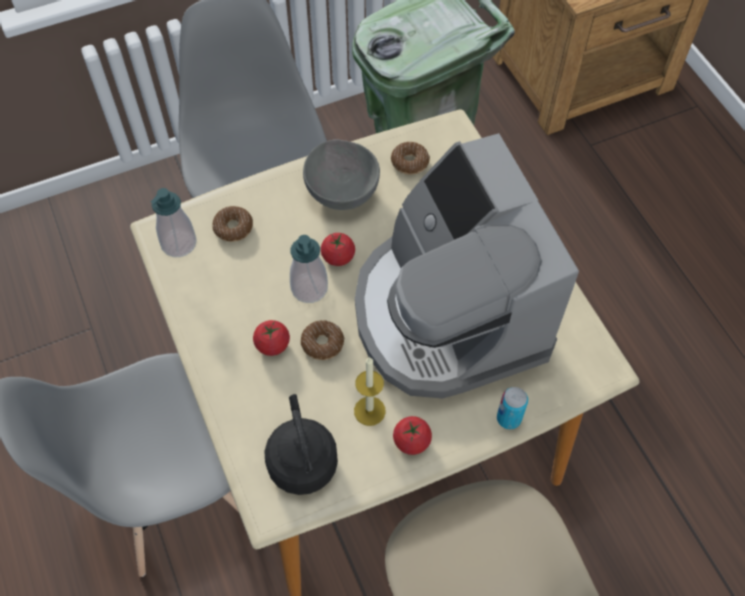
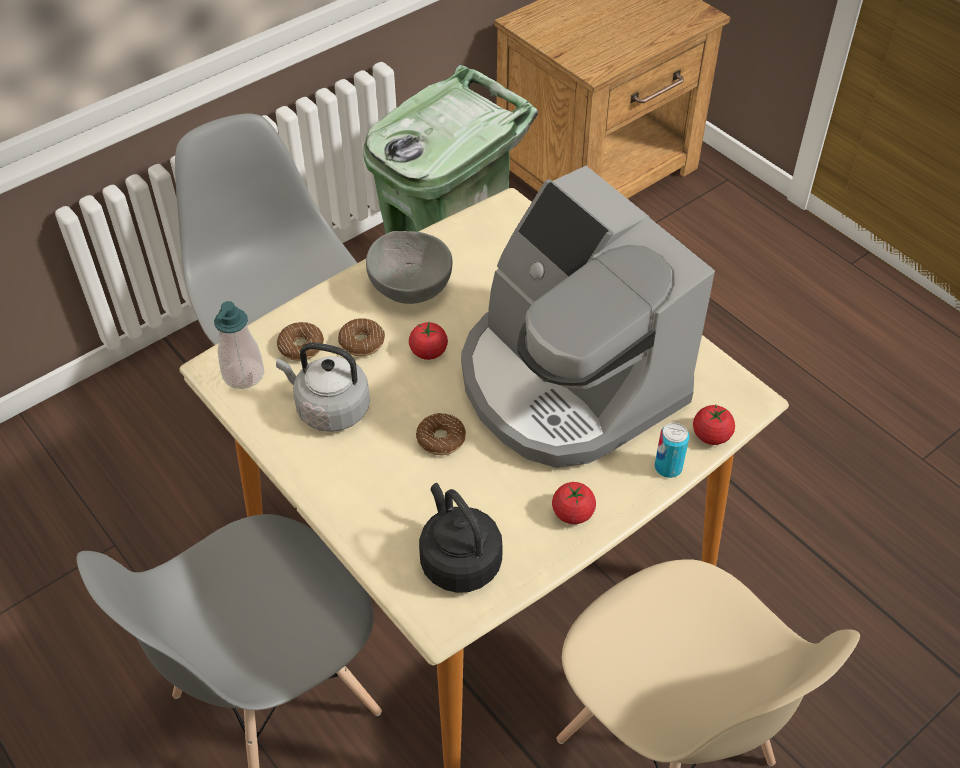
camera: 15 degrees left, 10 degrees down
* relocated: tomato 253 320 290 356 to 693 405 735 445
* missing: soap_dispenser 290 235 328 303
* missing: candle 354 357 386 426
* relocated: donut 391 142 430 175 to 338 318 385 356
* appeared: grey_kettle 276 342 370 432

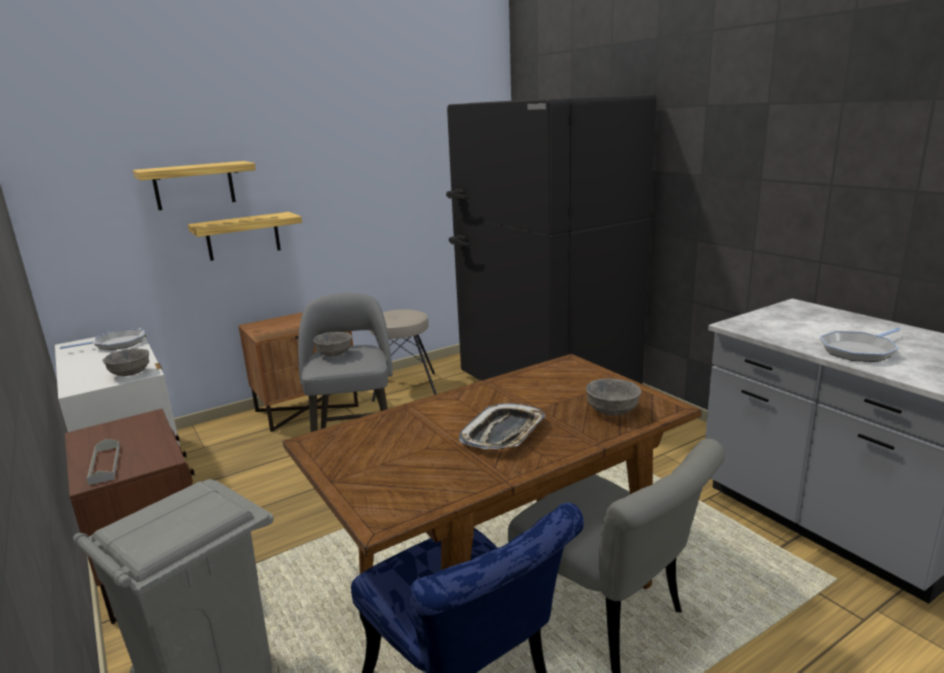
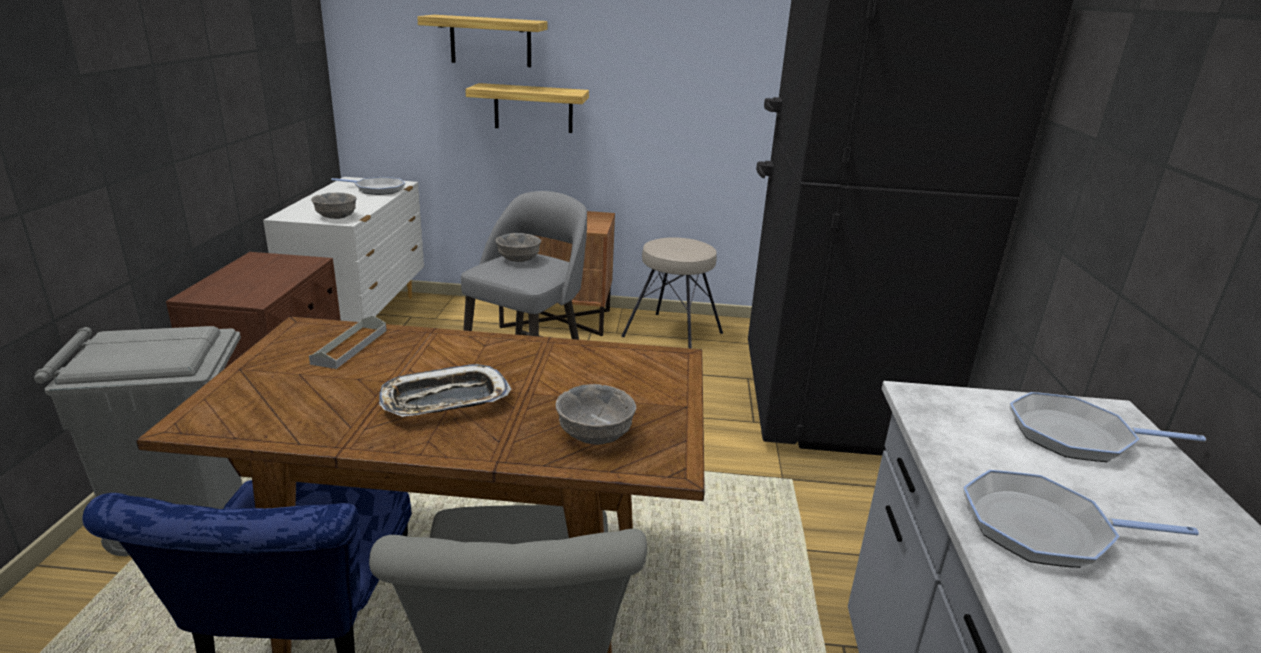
camera: 35 degrees right, 5 degrees up
* relocated: grey_tray 87 439 120 485 to 309 315 387 369
* appeared: frying_pan 1010 392 1206 462

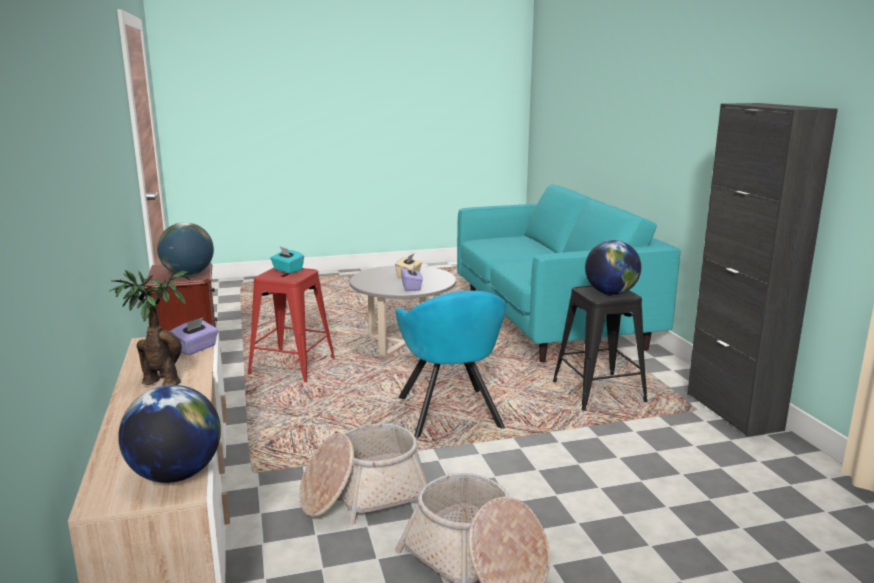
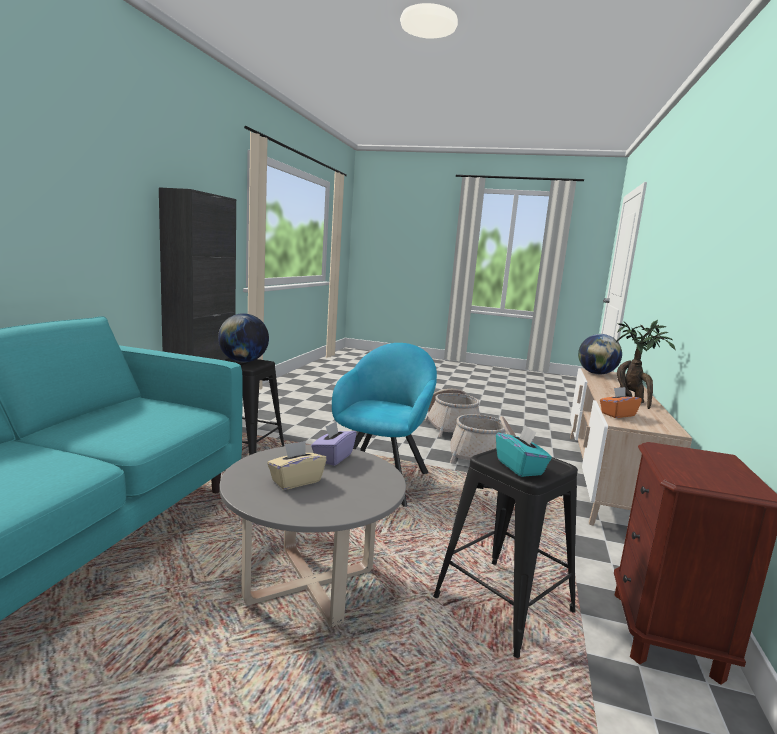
camera: 150 degrees left, 5 degrees down
* missing: globe 157 222 214 276
* colour: purple_tissue_box 170 317 218 355 to orange_tissue_box 600 387 642 418
* colour: red_stool 248 268 335 382 to black_stool 433 448 578 658

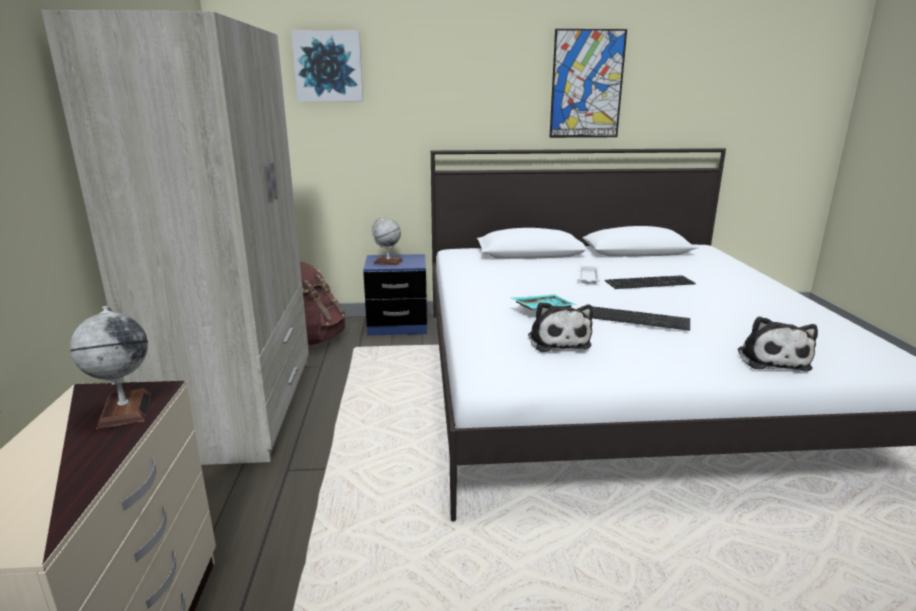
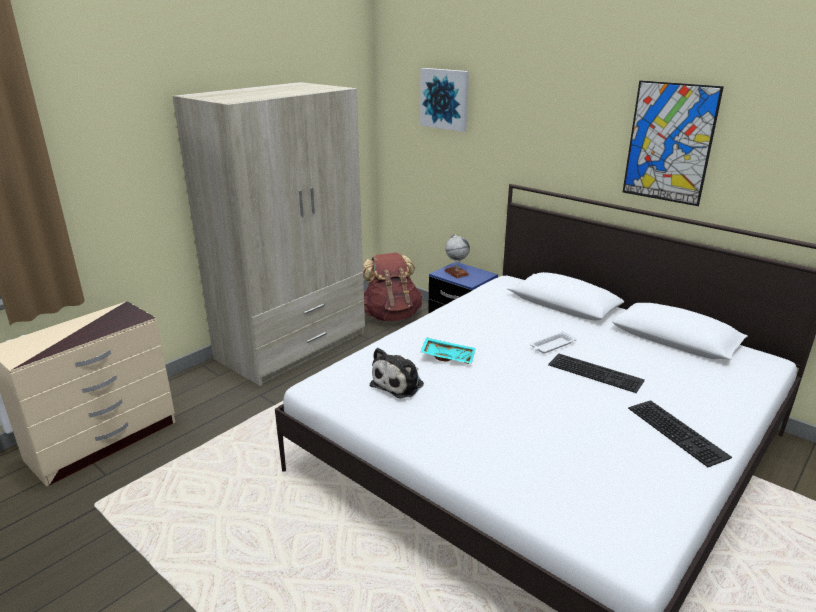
camera: 45 degrees right, 5 degrees up
* missing: globe 70 306 151 430
* relocated: keyboard 592 306 690 331 to 628 400 732 467
* missing: plush_toy 737 316 818 371

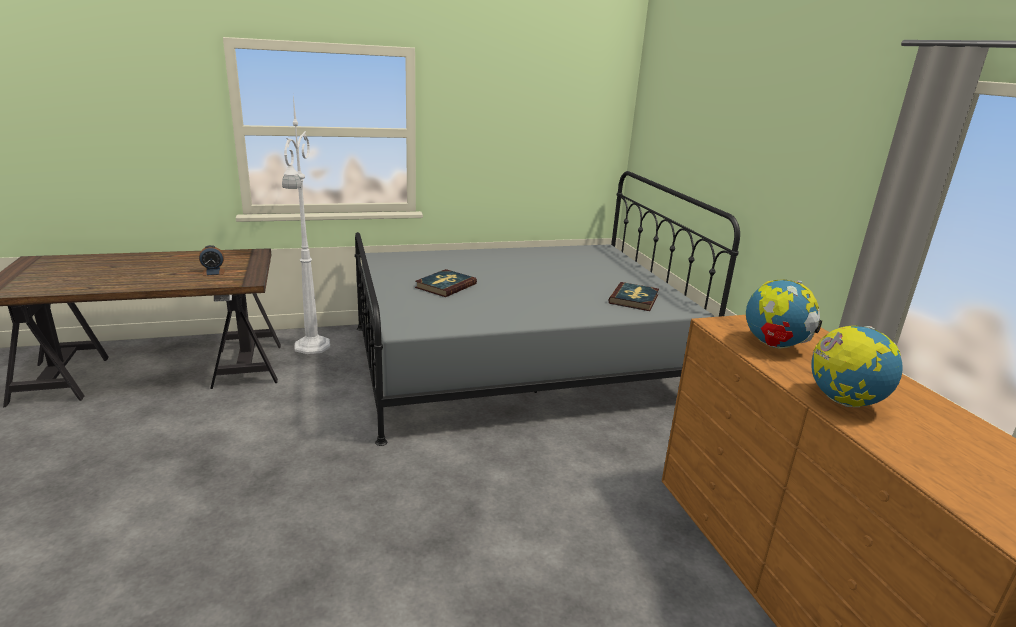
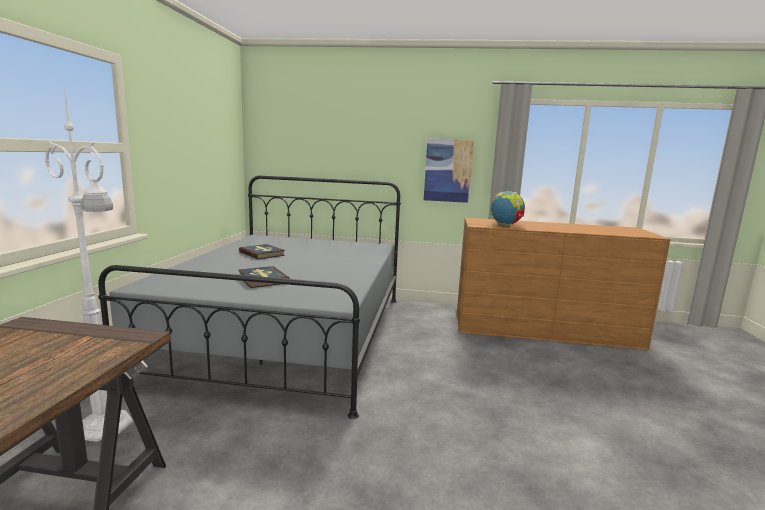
camera: 65 degrees left, 10 degrees down
* missing: alarm_clock 199 245 225 276
* relocated: book 609 282 659 311 to 239 244 285 259
* missing: globe 811 326 903 407
* appeared: picture 424 139 474 203

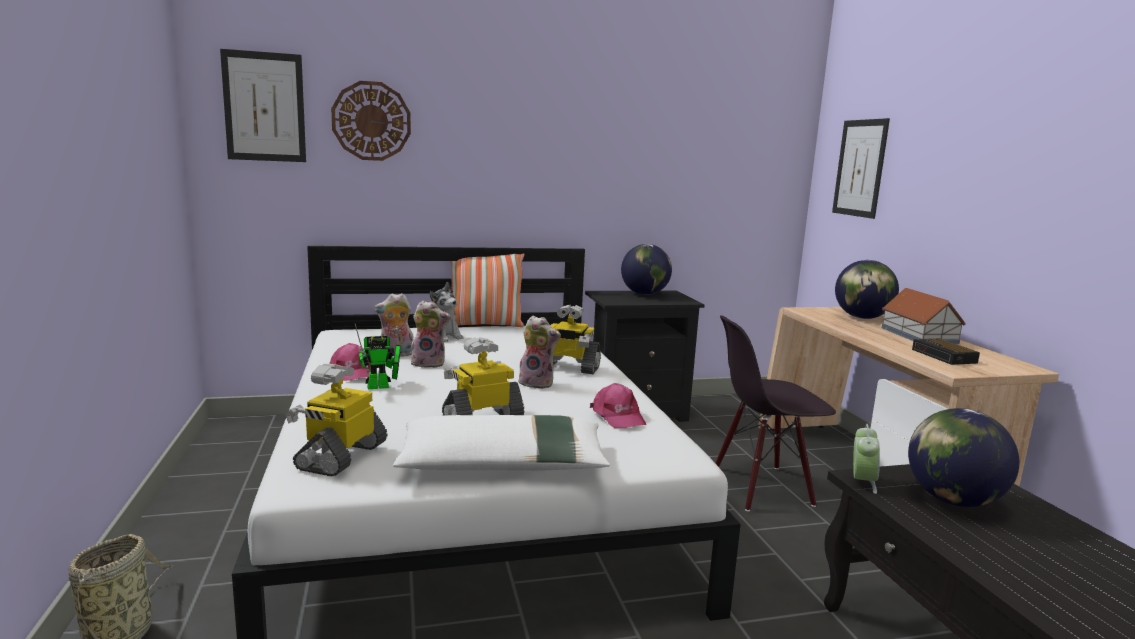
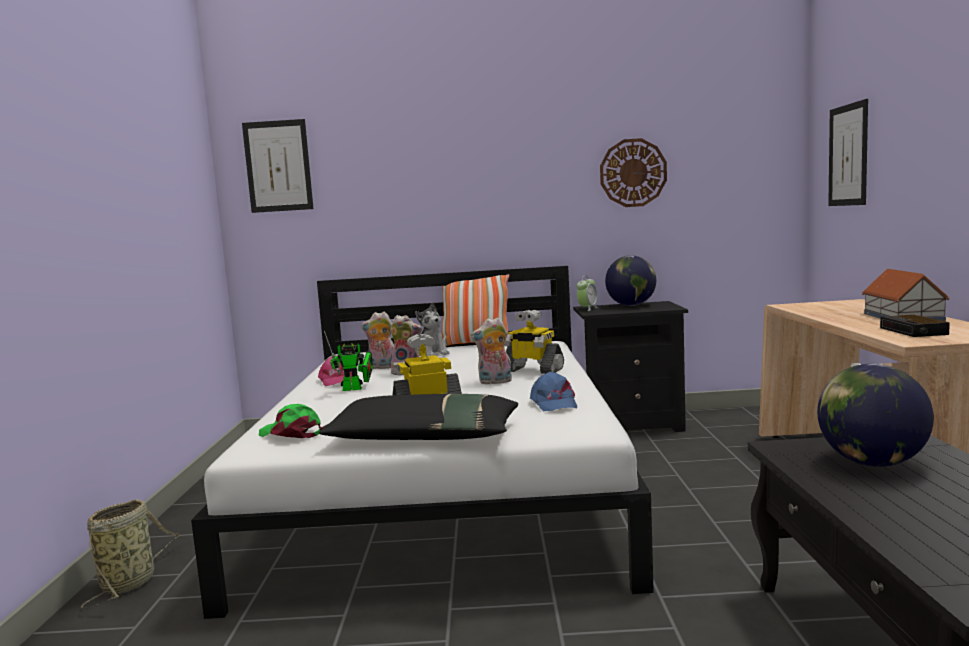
camera: 15 degrees right, 5 degrees down
* exchanged: toy_robot 286 364 388 476 to green_cap 259 404 326 438
* relocated: wall_clock 331 81 411 161 to 600 138 667 207
* colour: white_pillow 393 415 610 471 to black_pillow 319 394 518 440
* spun: plush_toy 518 315 561 389 = 471 317 512 385 135 degrees clockwise
* colour: pink_cap 590 383 646 428 to blue_cap 530 372 577 411
* missing: black_chair 715 315 836 511
* missing: globe 835 260 899 319
* relocated: alarm_clock 853 424 880 494 to 577 275 598 311

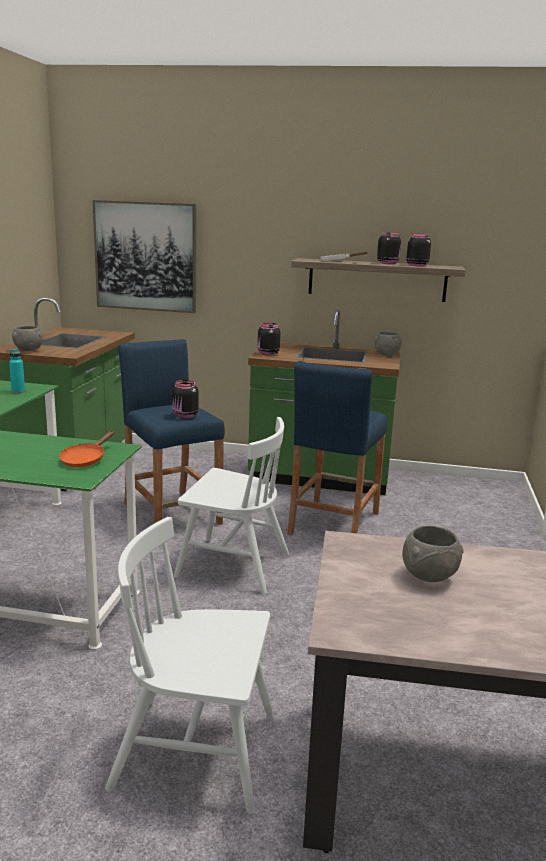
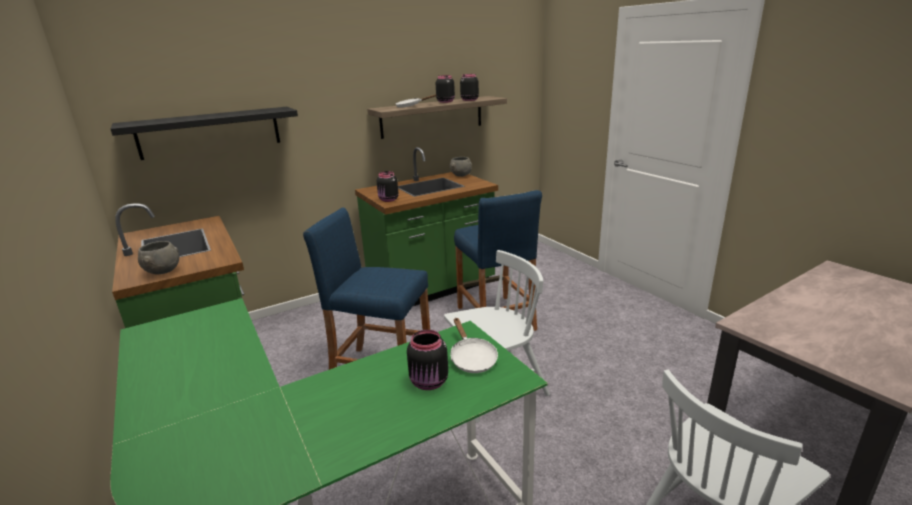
camera: 40 degrees left, 5 degrees up
* missing: turquoise_bottle 9 349 25 393
* colour: orange_frying_pan 59 430 115 468 to white_frying_pan 450 318 498 373
* exchanged: picture 93 200 196 313 to black_shelf 111 107 298 160
* relocated: black_jar 172 380 199 418 to 407 330 448 390
* missing: grey_bowl 402 526 464 582

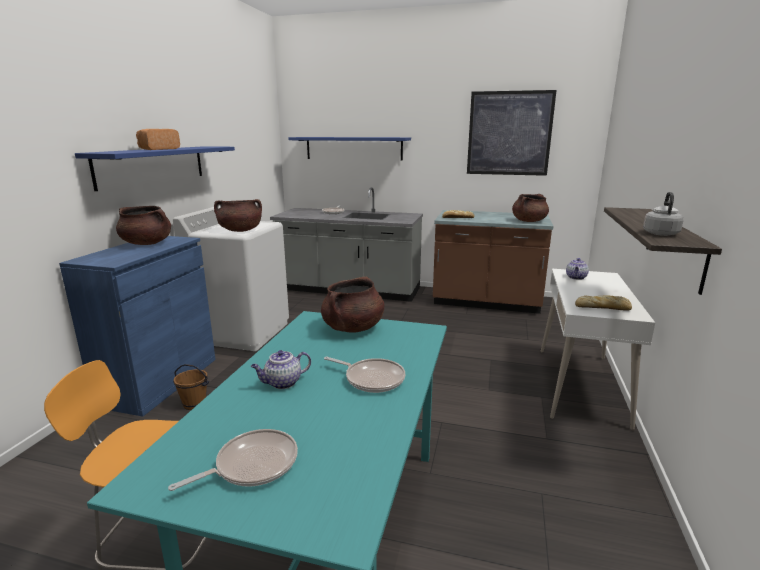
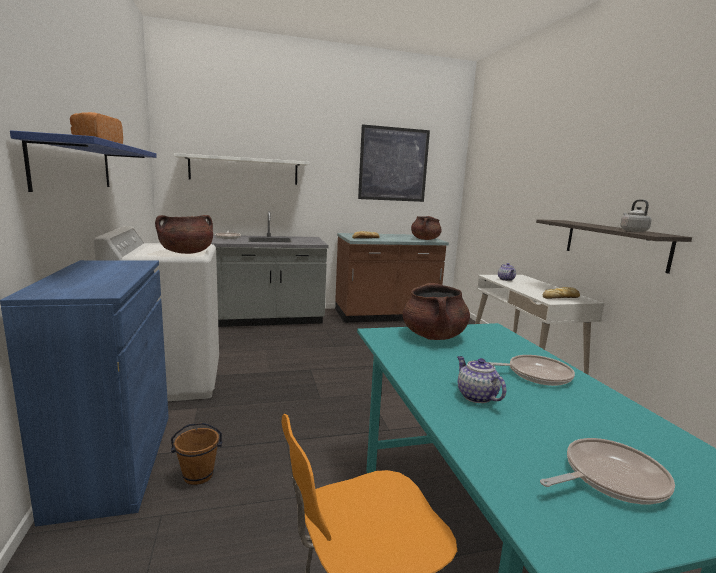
camera: 30 degrees left, 5 degrees down
* missing: brown_cooking_pot 116 206 171 245
* spun: frying_pan 168 429 298 491 = 540 438 675 505 45 degrees clockwise
* spun: teapot 251 350 311 389 = 457 356 506 403 120 degrees clockwise
* colour: blue_shelf 288 137 411 160 to white_shelf 174 153 309 185

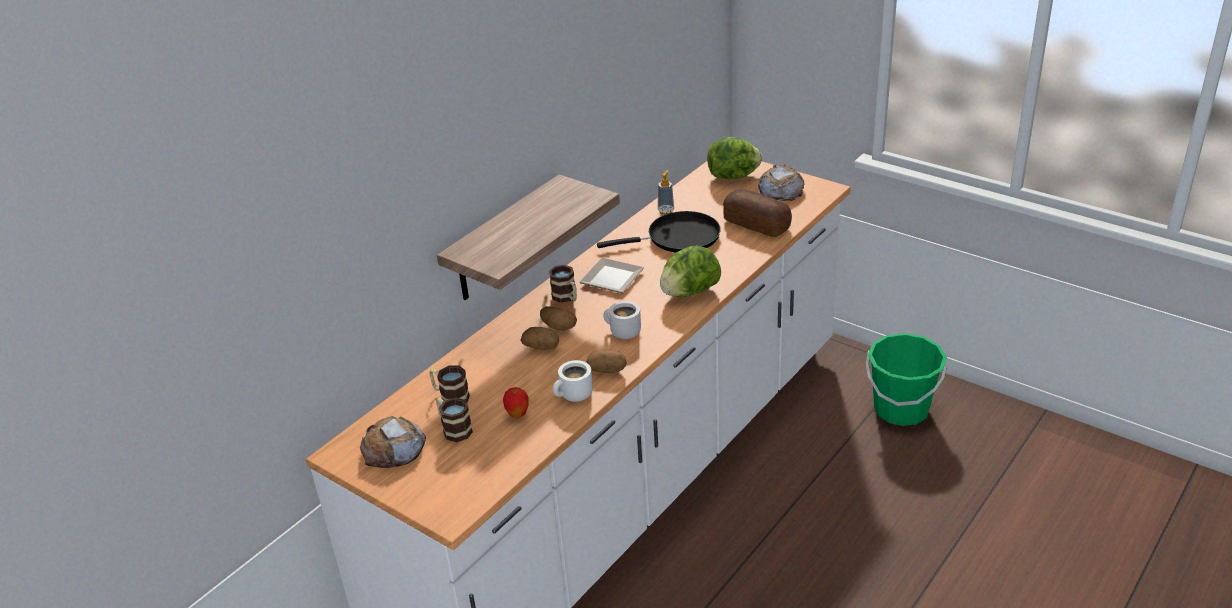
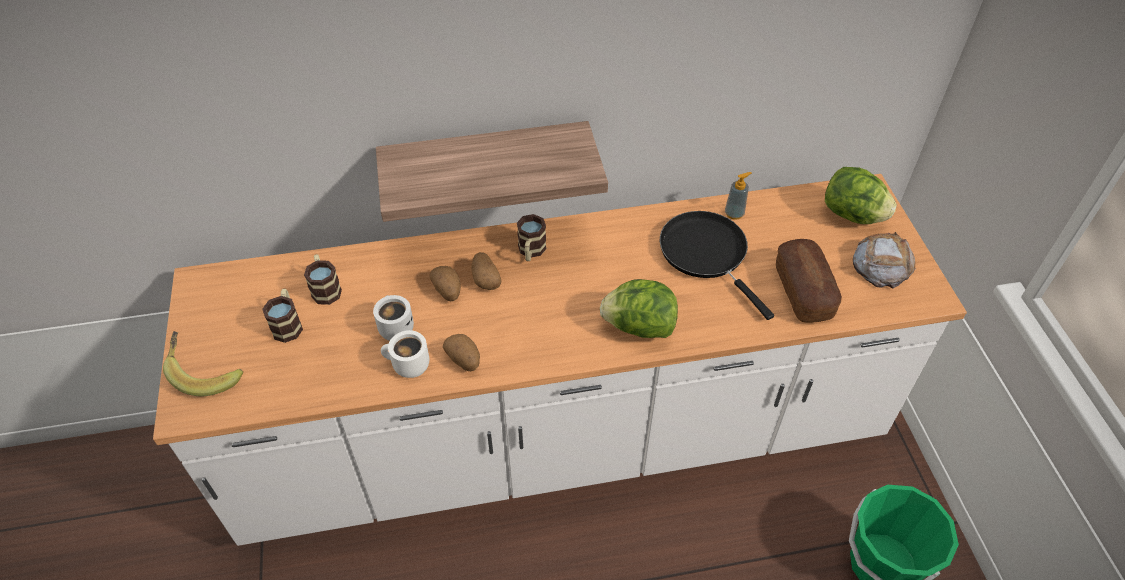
camera: 40 degrees right, 15 degrees up
* missing: bread 360 416 426 468
* missing: apple 503 387 529 418
* missing: plate 579 258 644 293
* spun: black_frying_pan 597 211 721 253 = 660 211 774 320 150 degrees counterclockwise
* relocated: white_mug 603 301 641 339 to 373 295 414 341
* appeared: banana 163 331 243 397

